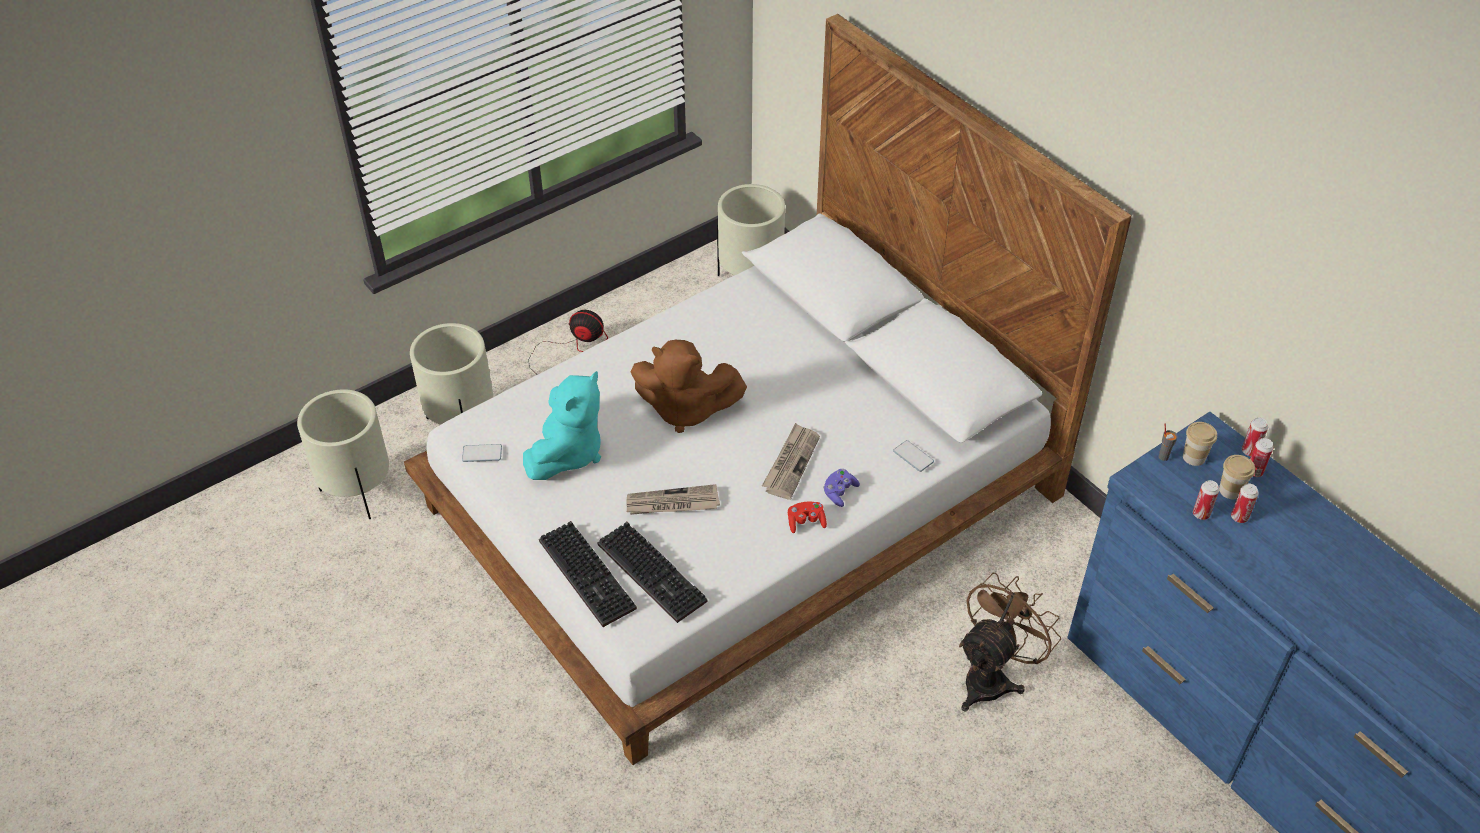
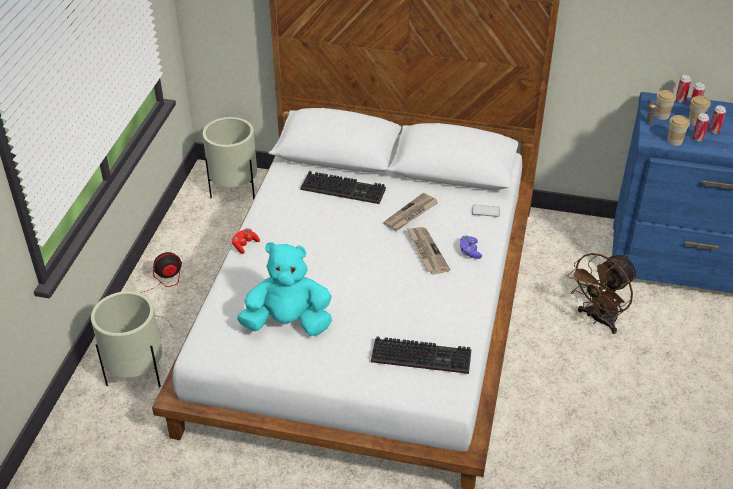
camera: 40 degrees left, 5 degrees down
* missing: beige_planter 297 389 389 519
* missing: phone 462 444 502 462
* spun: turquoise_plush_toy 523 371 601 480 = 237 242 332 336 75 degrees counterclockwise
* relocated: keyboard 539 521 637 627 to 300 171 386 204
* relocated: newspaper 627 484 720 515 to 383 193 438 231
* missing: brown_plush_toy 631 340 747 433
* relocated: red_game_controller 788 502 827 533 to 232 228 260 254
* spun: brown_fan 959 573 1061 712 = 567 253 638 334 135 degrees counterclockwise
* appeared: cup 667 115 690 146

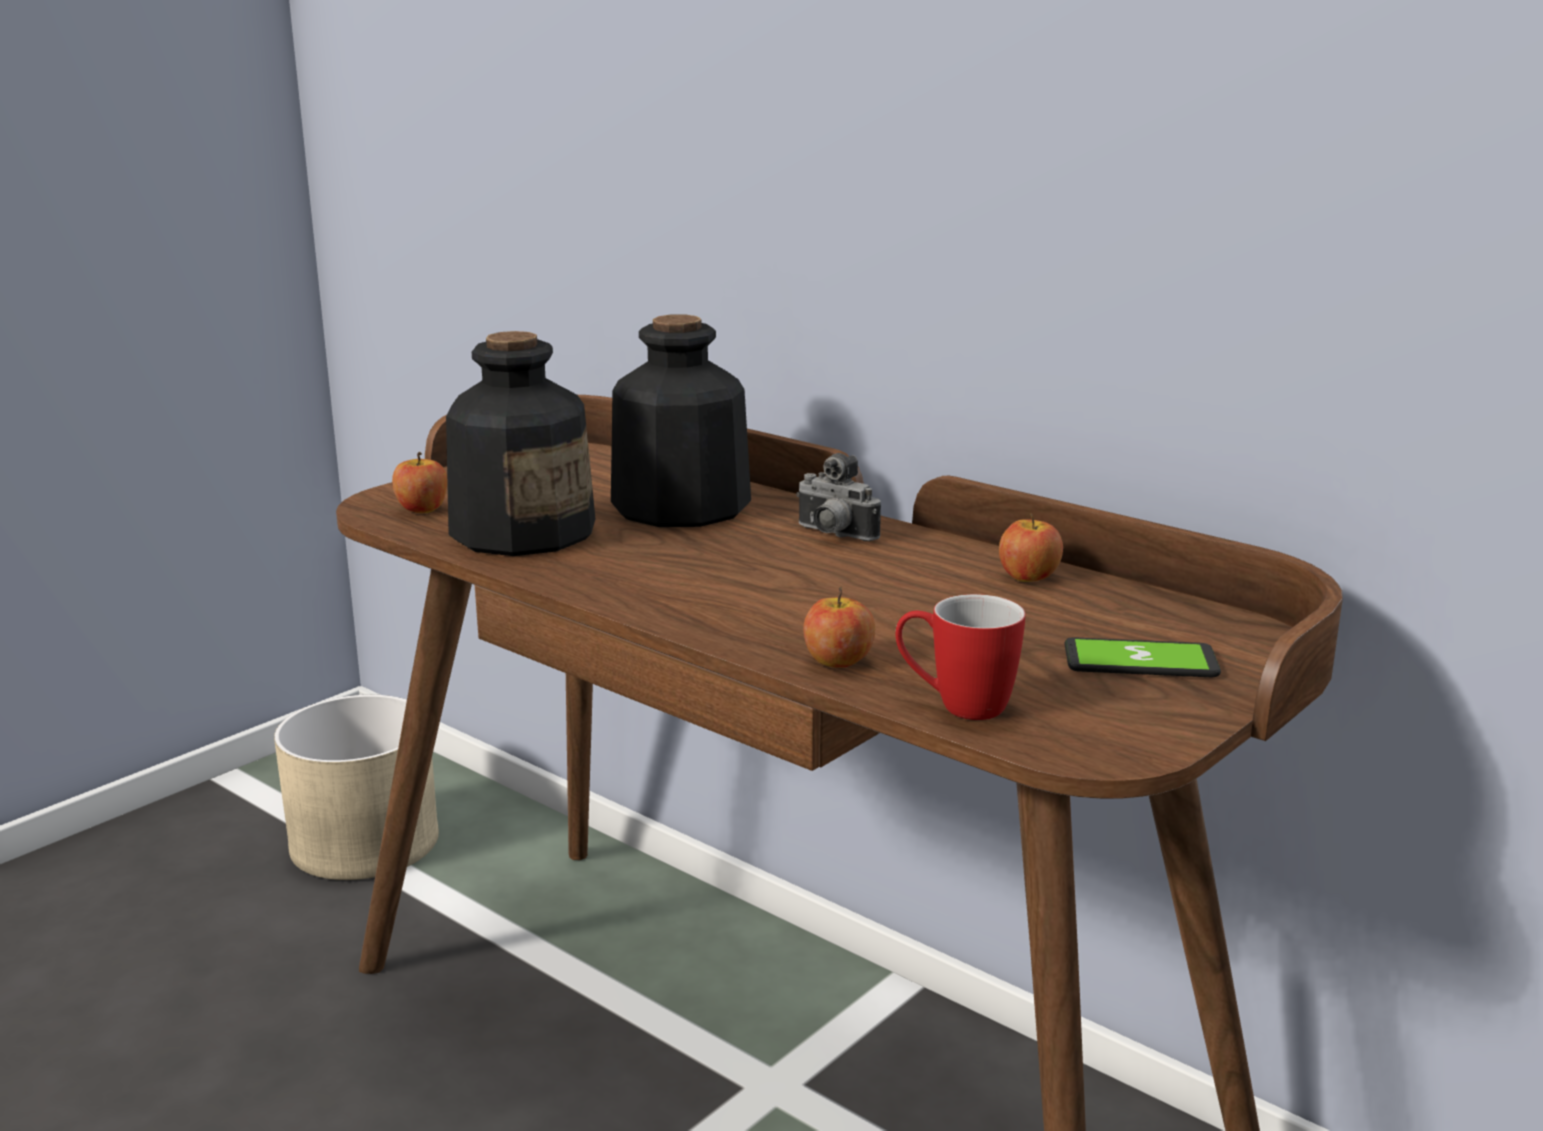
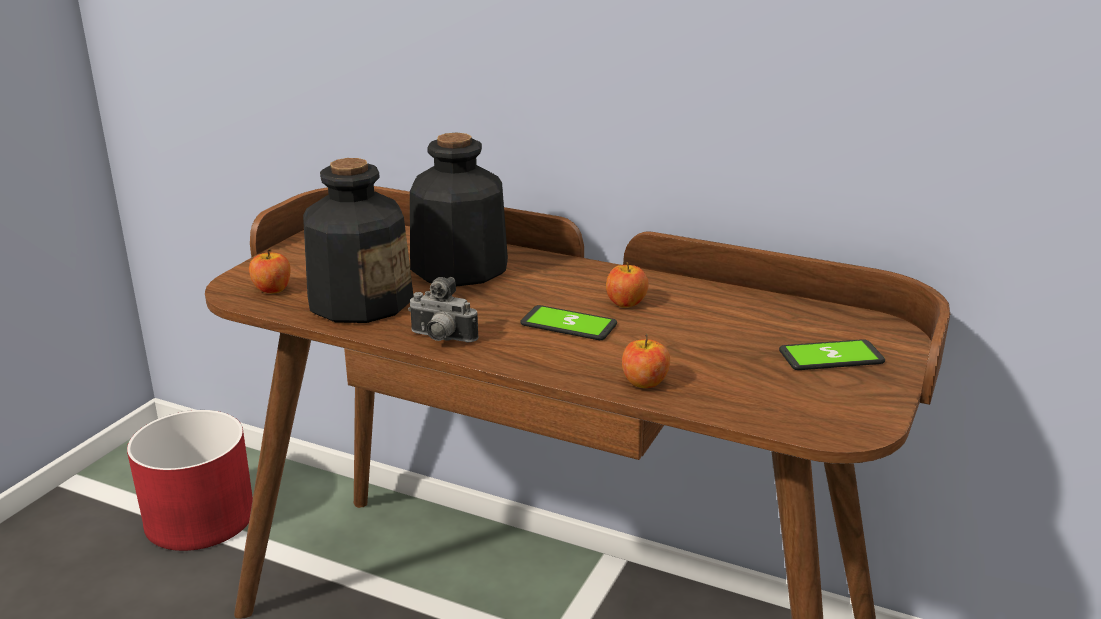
camera: 15 degrees left, 5 degrees up
* colour: beige_planter 274 695 439 880 to red_planter 127 410 253 551
* relocated: photo_camera 796 453 881 541 to 408 277 478 343
* missing: mug 895 594 1026 720
* relocated: apple 999 513 1063 582 to 606 262 649 308
* appeared: phone 520 305 617 340

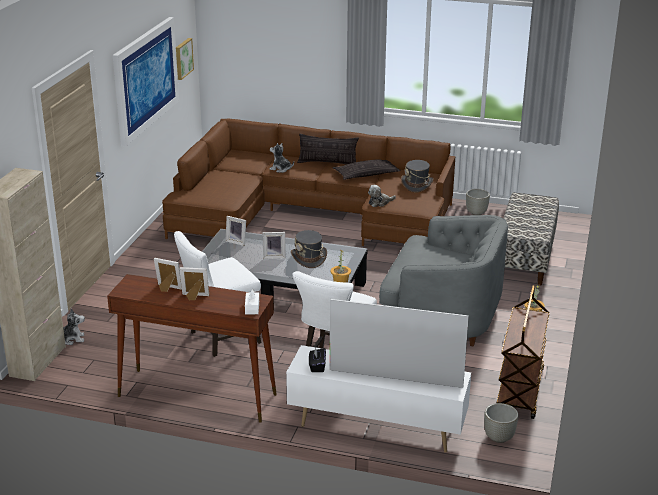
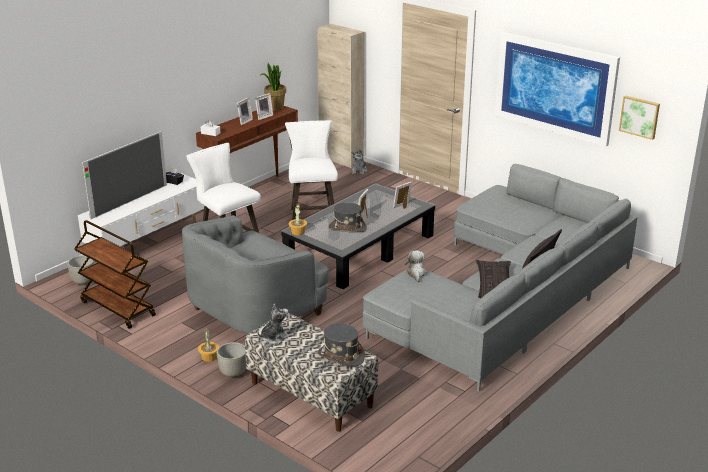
camera: 115 degrees right, 0 degrees up
* colour: brown_sofa 162 119 455 246 to grey_sofa 363 164 638 392
* relocated: plush_toy 270 143 294 173 to 257 304 290 344
* relocated: grey_hat 401 160 434 193 to 318 323 365 367
* relocated: grey_planter 466 189 490 215 to 217 342 246 378
* appeared: potted_plant 261 63 286 111

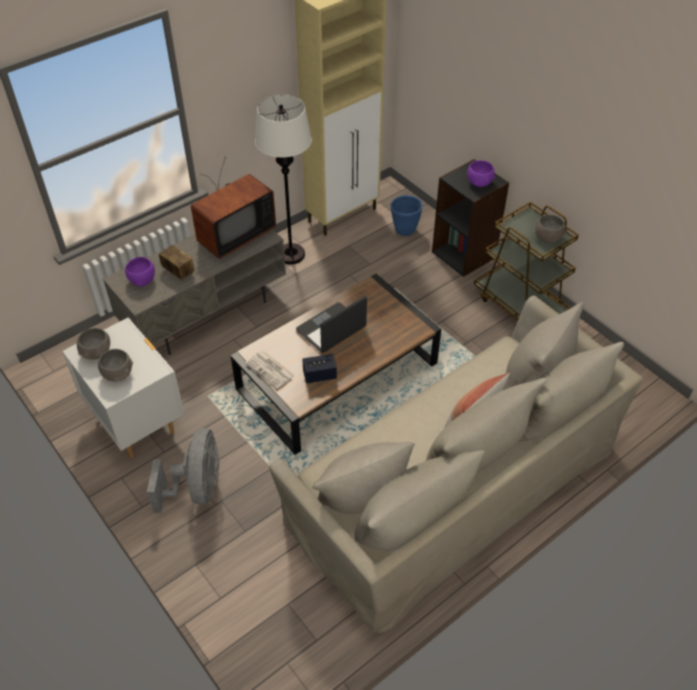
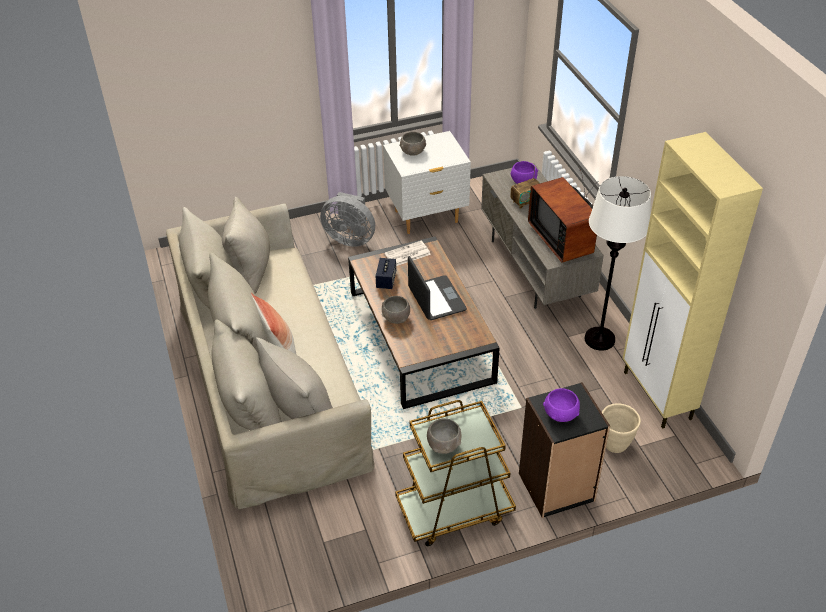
camera: 110 degrees right, 5 degrees down
* relocated: grey_bowl 77 328 110 360 to 382 296 410 324
* colour: blue_planter 391 195 423 236 to beige_planter 602 403 641 453

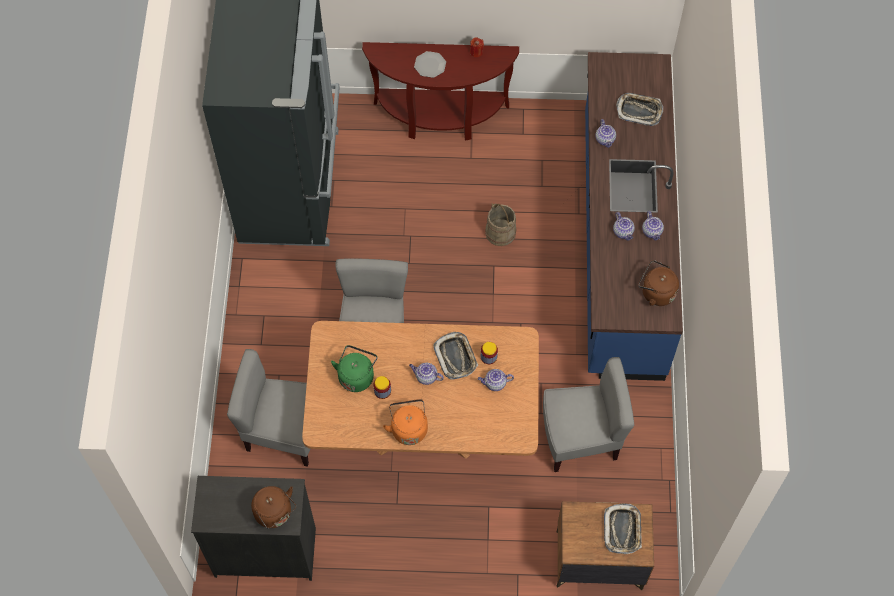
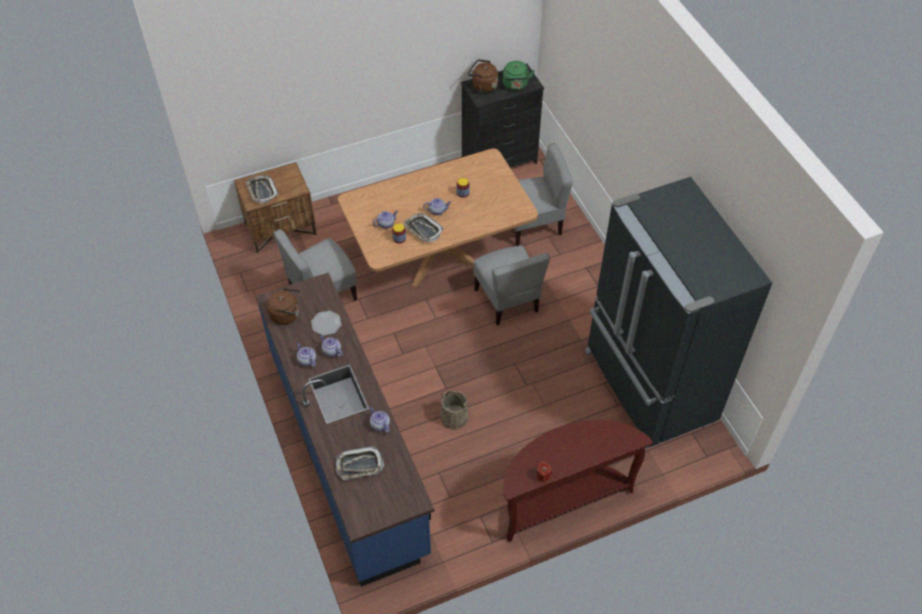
camera: 155 degrees right, 10 degrees down
* relocated: green_kettle 331 345 377 392 to 503 61 535 91
* missing: orange_kettle 383 399 428 445
* relocated: plate 414 51 446 78 to 311 311 342 336

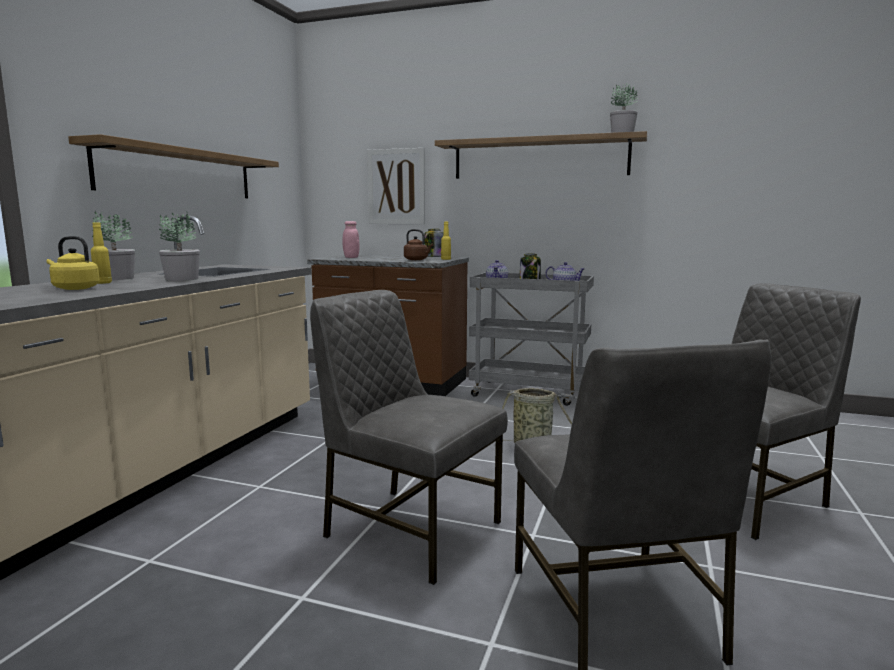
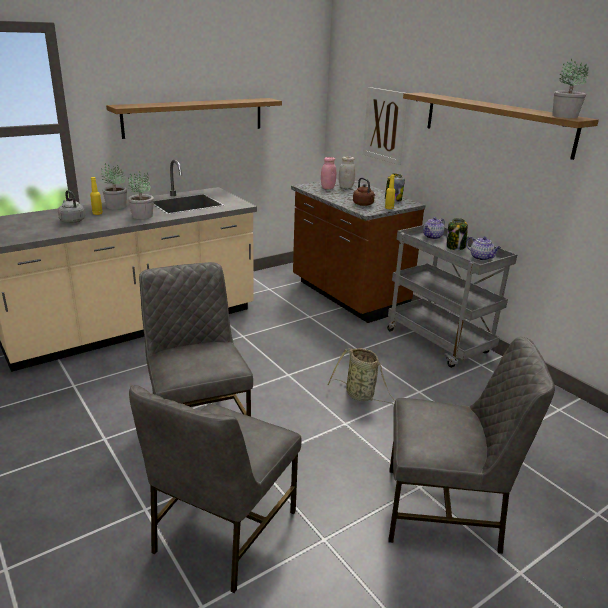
camera: 35 degrees right, 15 degrees up
* colour: yellow_kettle 47 236 100 290 to grey_kettle 58 190 85 223
* appeared: white_jar 339 156 355 188

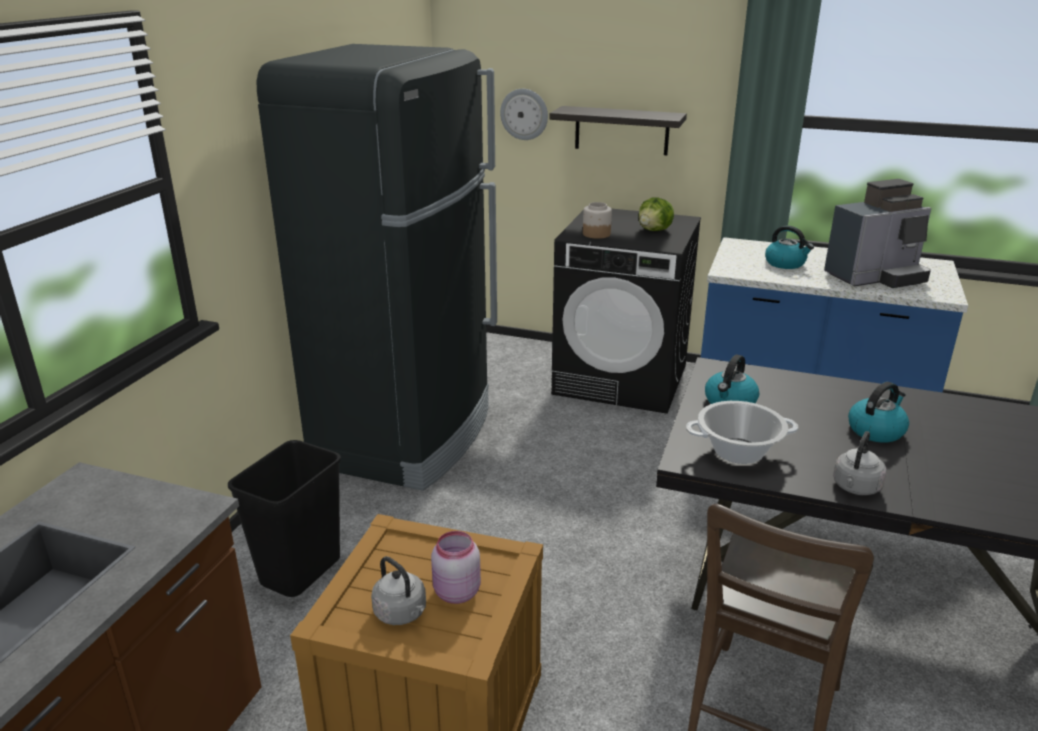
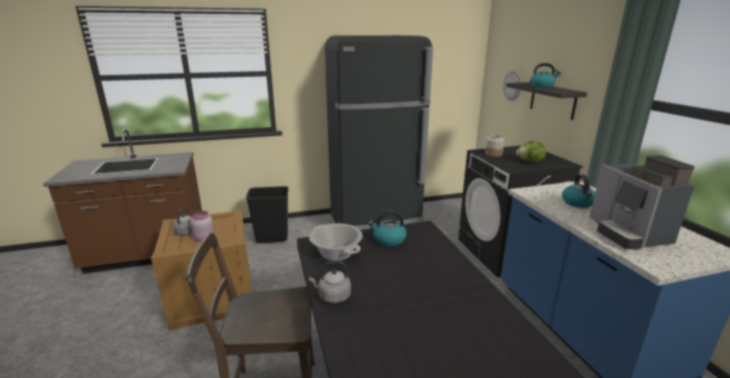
camera: 55 degrees right, 5 degrees down
* spun: coffee_machine 824 179 931 288 = 590 155 695 249 45 degrees clockwise
* relocated: kettle 848 382 909 443 to 530 63 561 88

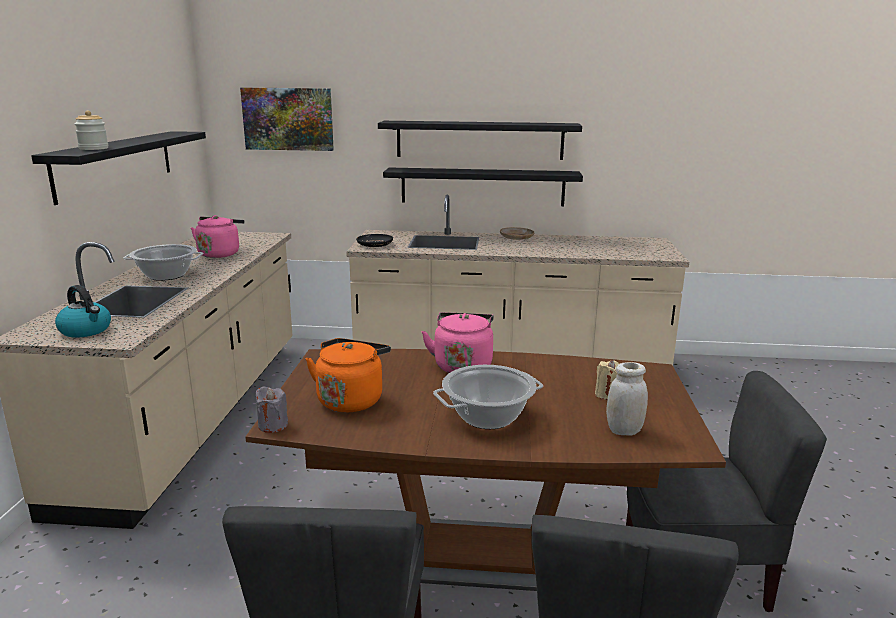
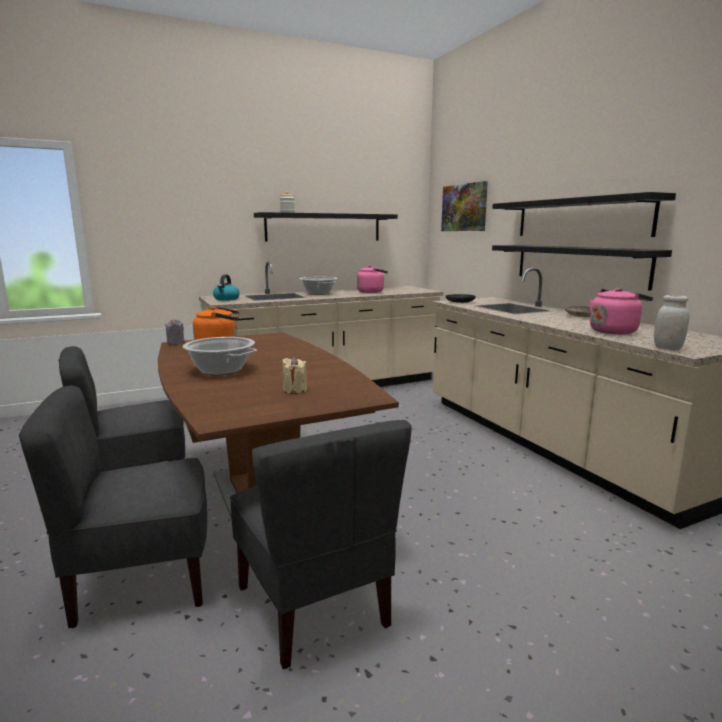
camera: 60 degrees right, 5 degrees down
* relocated: pink_kettle 422 312 494 373 to 589 288 653 334
* relocated: white_jar 606 362 648 436 to 654 295 689 350

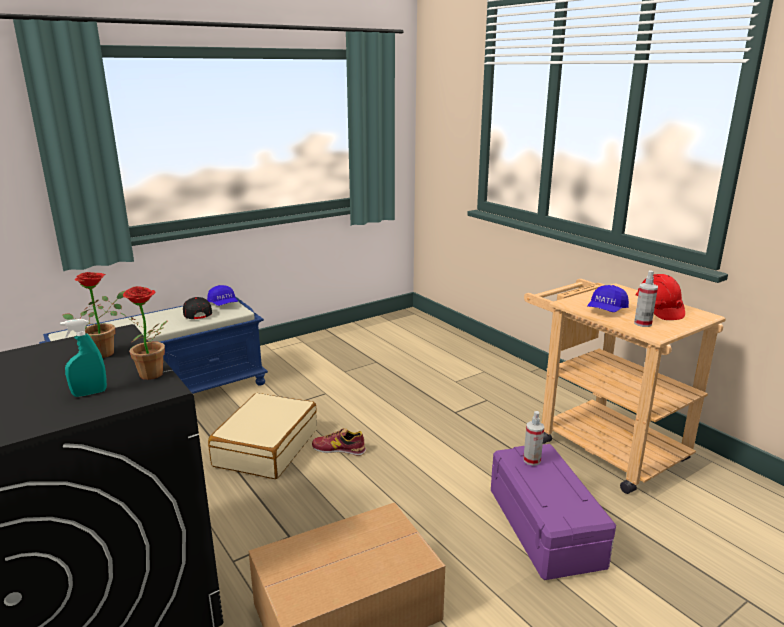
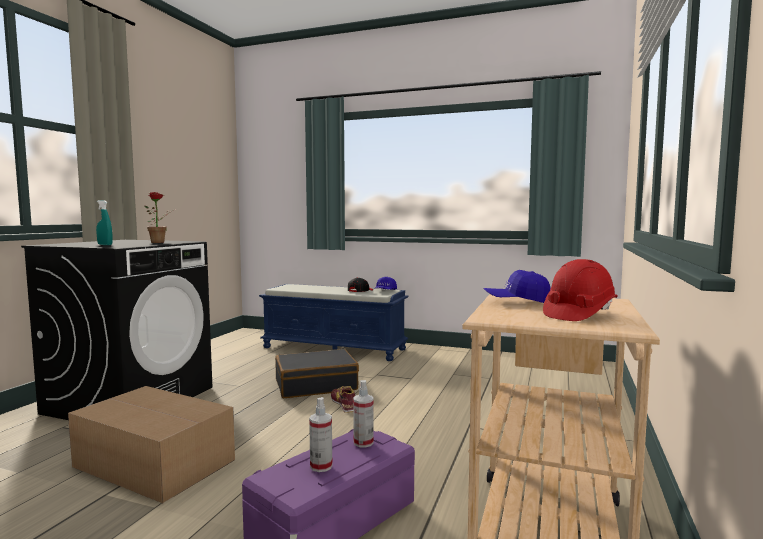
camera: 55 degrees right, 15 degrees down
* missing: potted_plant 121 286 167 380
* colour: beige_suitcase 208 393 317 479 to black_suitcase 275 349 359 398
* relocated: spray_bottle 634 270 658 327 to 309 397 332 472

